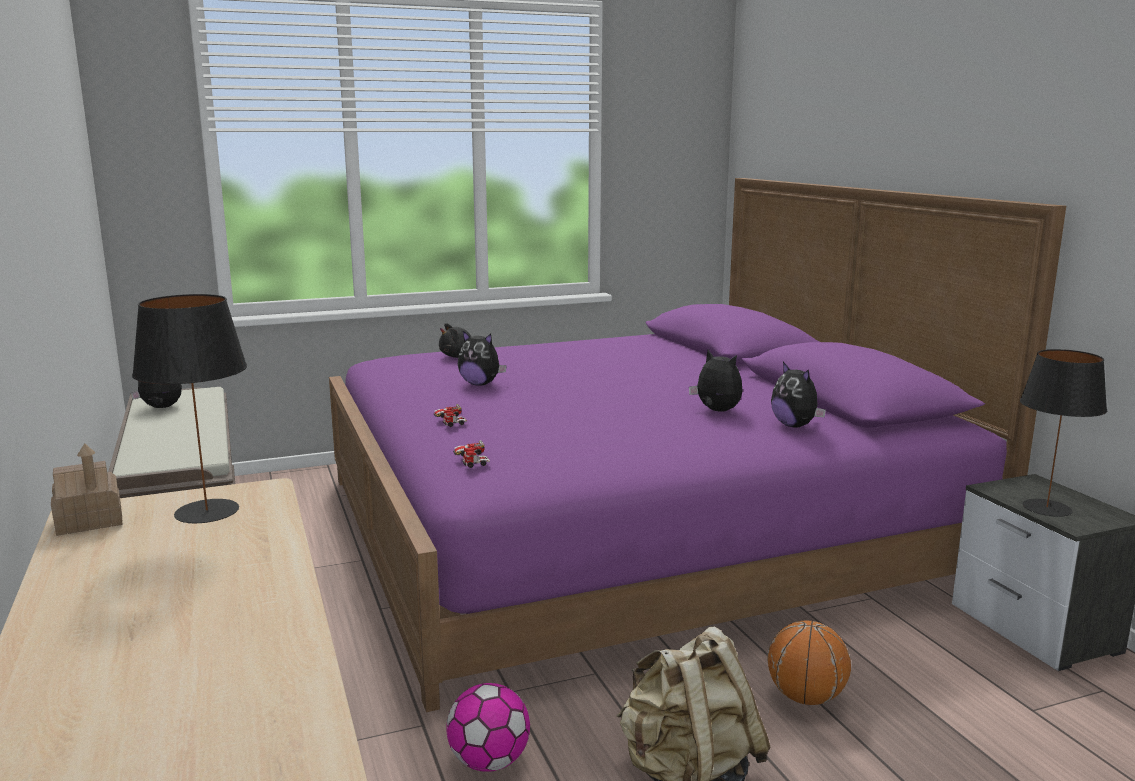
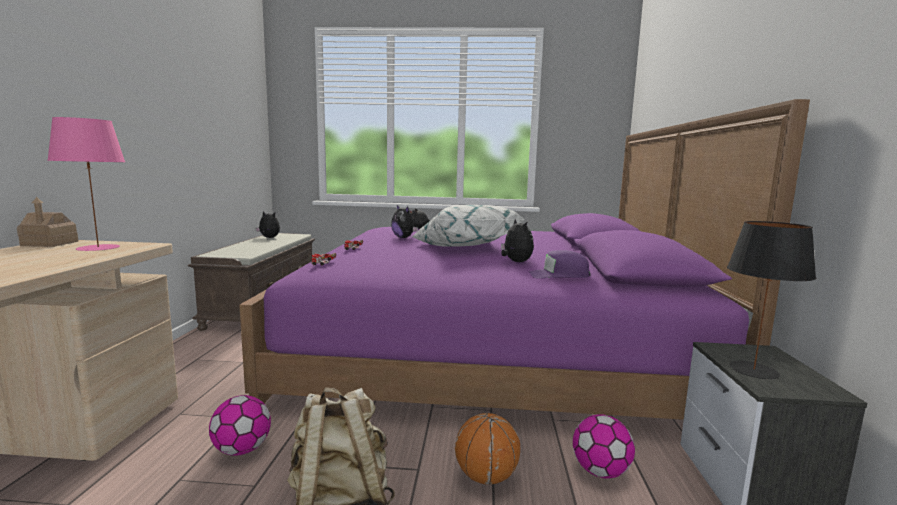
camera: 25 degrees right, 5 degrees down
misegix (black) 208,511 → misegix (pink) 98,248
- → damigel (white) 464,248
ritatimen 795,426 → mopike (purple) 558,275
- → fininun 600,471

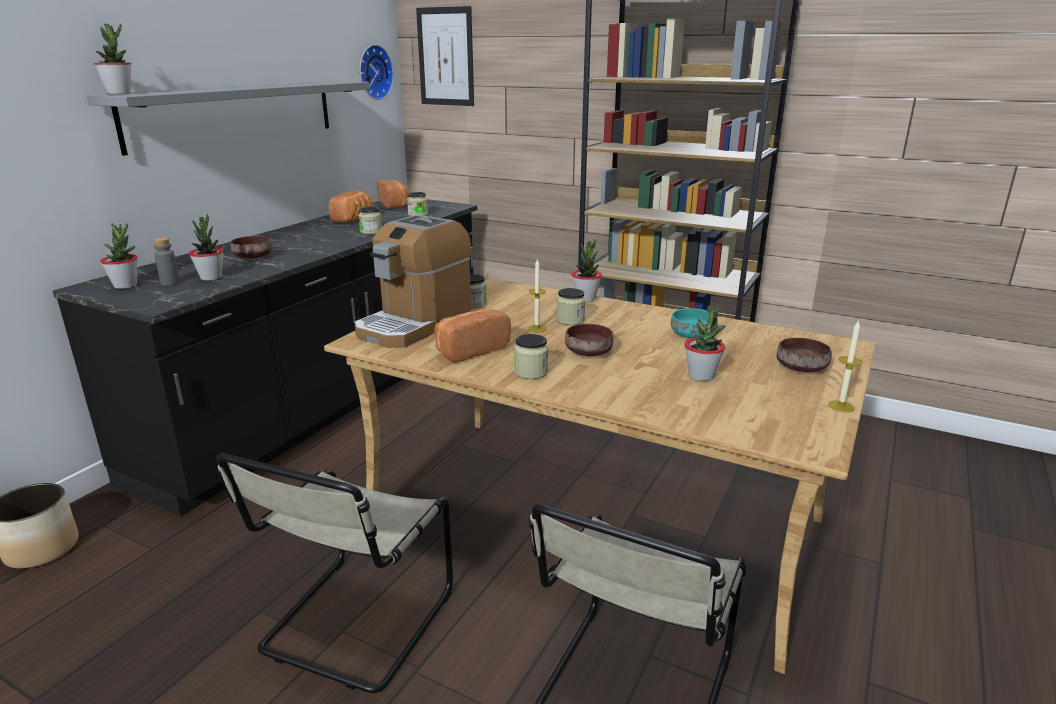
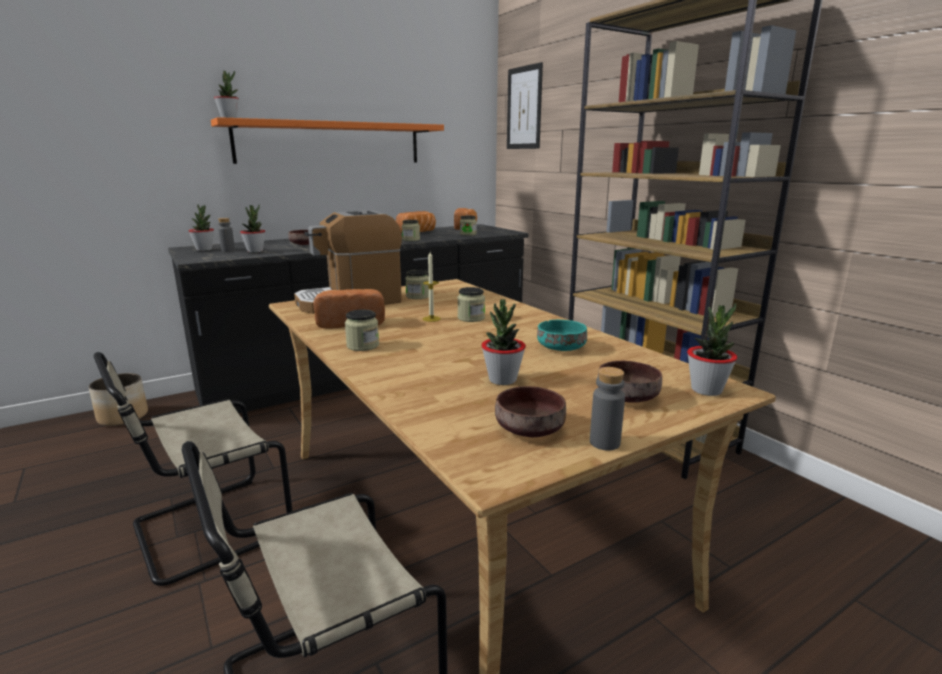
camera: 30 degrees right, 5 degrees down
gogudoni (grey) 235,113 → gogudoni (orange) 331,143
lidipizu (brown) 590,352 → lidipizu (brown) 531,429, relocated
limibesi 841,406 → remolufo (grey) 604,443
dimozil 585,298 → dimozil 706,390, relocated
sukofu 373,72 → -

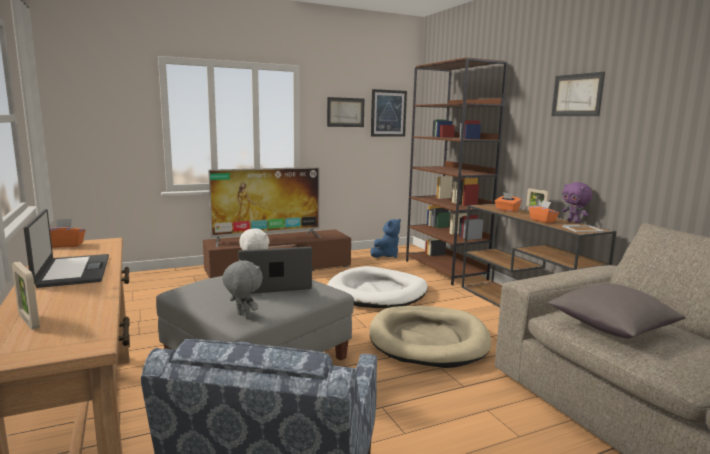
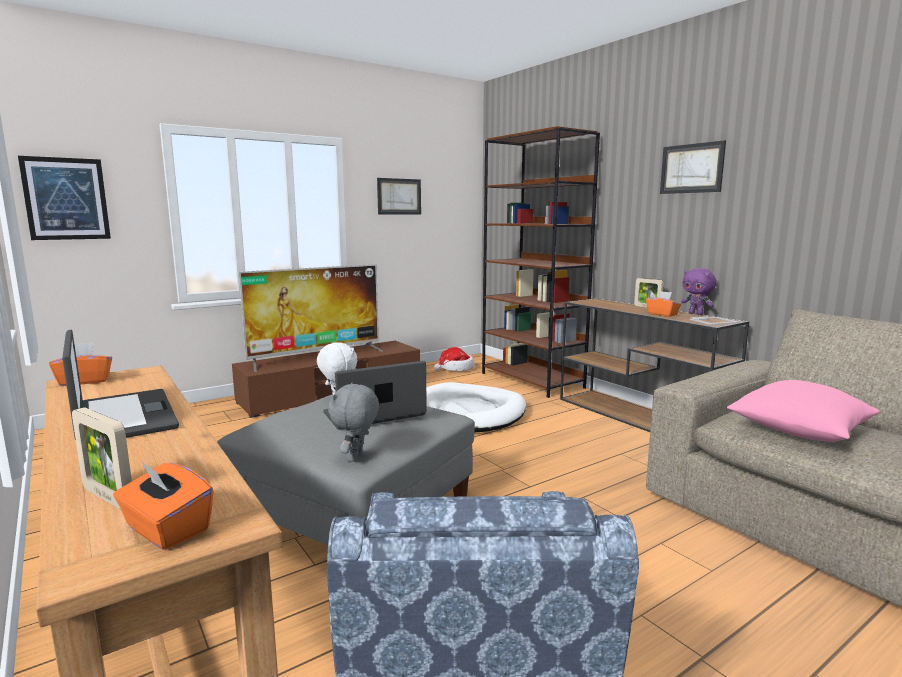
camera: 10 degrees left, 0 degrees up
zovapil 388,113 → zovapil 66,199, relocated
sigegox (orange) 507,210 → sigegox (orange) 166,529, relocated
ritatimen (grey) 243,316 → ritatimen (grey) 356,458, 105 degrees counterclockwise
ritatimen (blue) 386,255 → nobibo 456,368
damigel (grey) 611,328 → damigel (pink) 798,431
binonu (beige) 428,340 → -

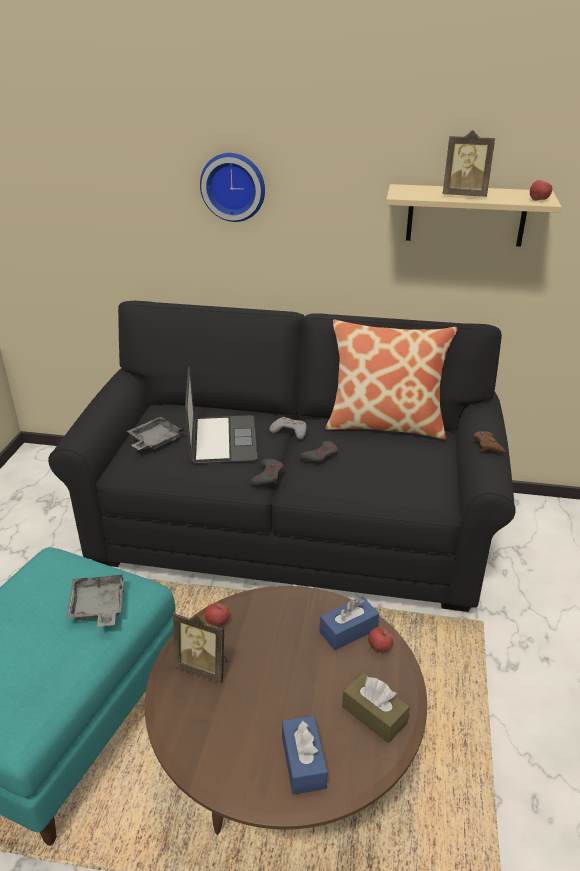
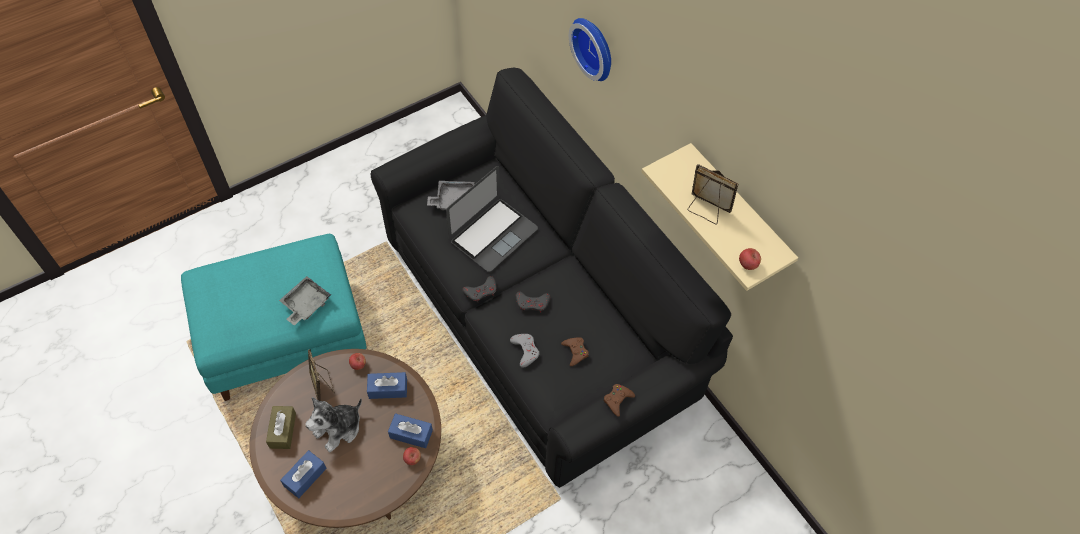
camera: 45 degrees right, 25 degrees up
sigegox (brown) 374,714 → sigegox (brown) 283,430, relocated
- → ritatimen 339,429
- → sigegox (blue) 388,389
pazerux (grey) 289,431 → pazerux (grey) 525,350, relocated
- → pazerux (brown) 575,352
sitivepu 464,195 → sitivepu 706,210, 150 degrees clockwise
damigel 385,424 → -

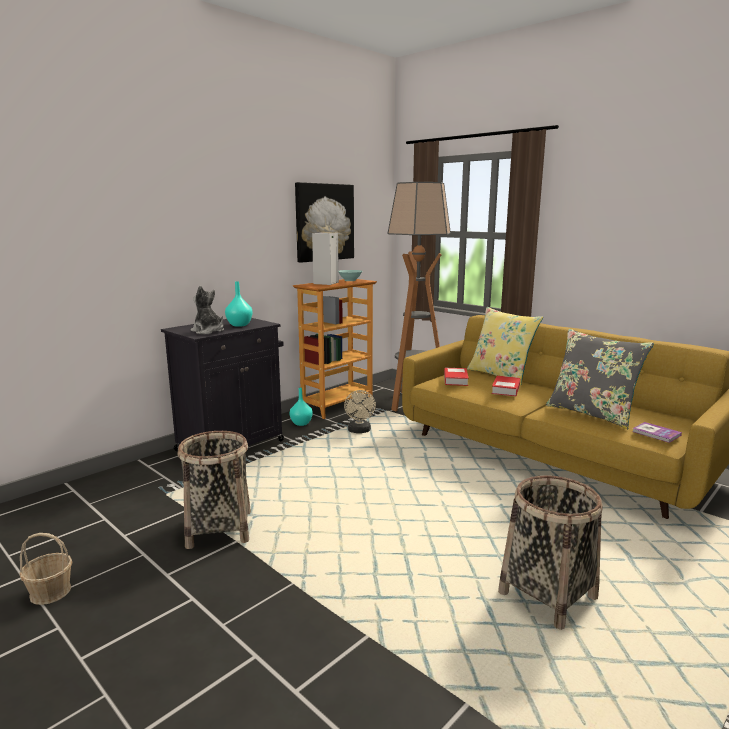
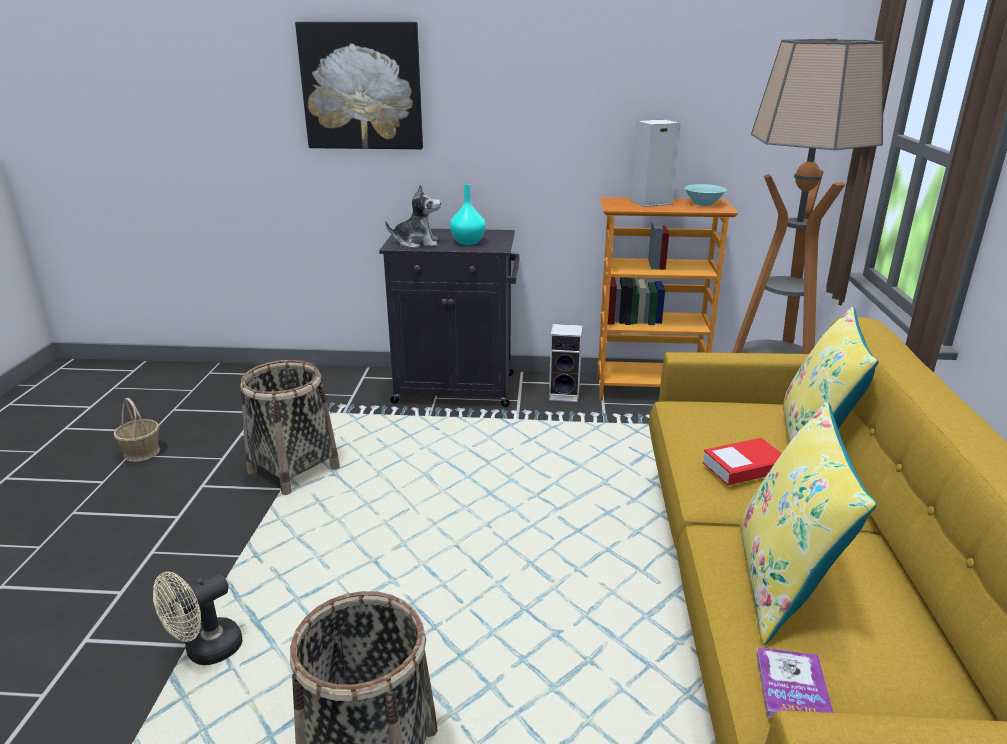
camera: 50 degrees right, 10 degrees up
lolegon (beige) 359,431 → lolegon (beige) 205,651, relocated
zovapil 324,222 → zovapil 362,86, relocated
ritatimen 208,331 → ritatimen 417,243, 90 degrees clockwise
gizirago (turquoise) 301,423 → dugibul 565,394
damigel (grey) 592,413 → damigel (yellow) 783,583
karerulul 455,380 → -

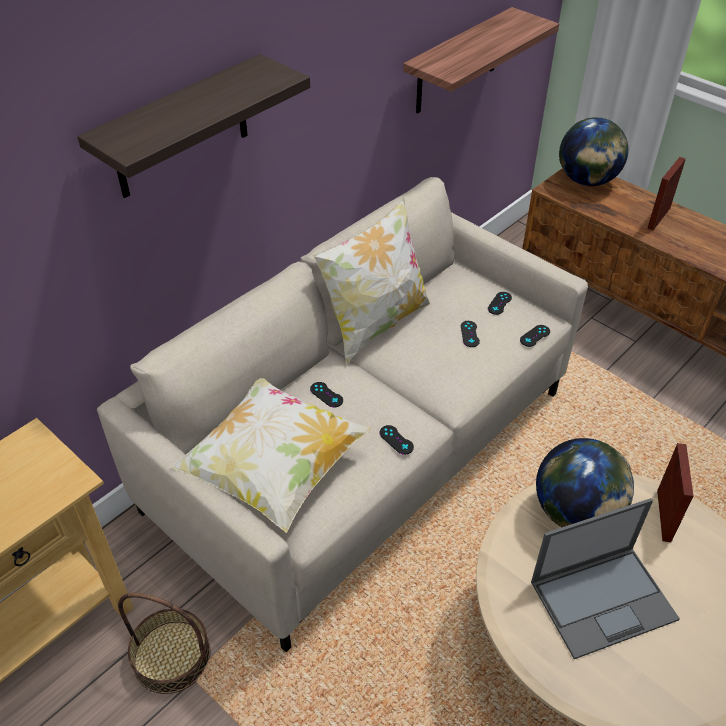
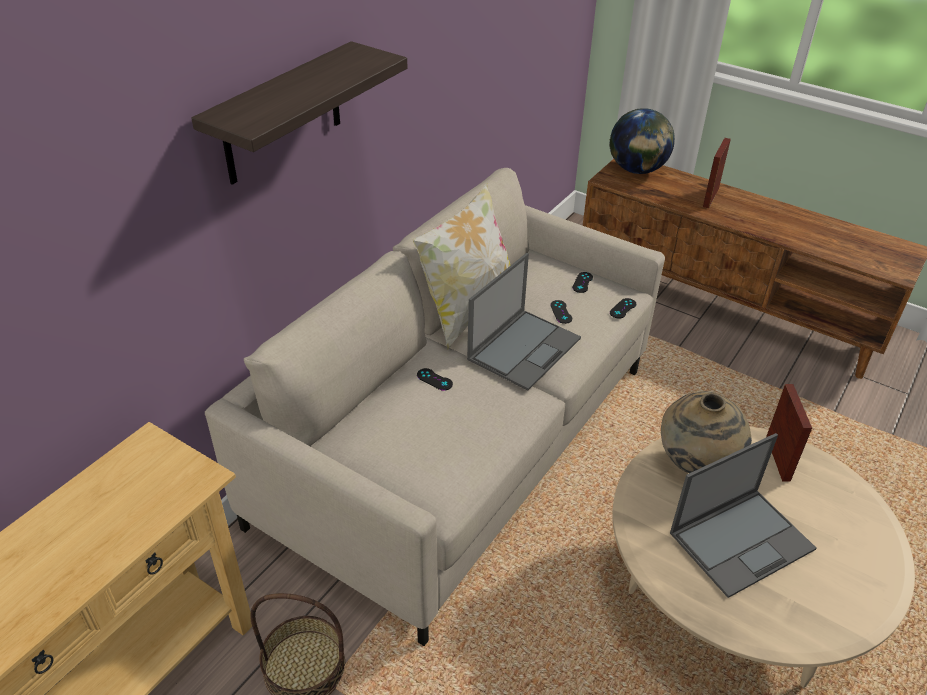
camera: 10 degrees left, 5 degrees down
- → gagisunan 524,348
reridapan 575,513 → gizirago (beige) 696,466
damigel 274,470 → -
pazerux (black) 396,440 → -
gogudoni 457,62 → -

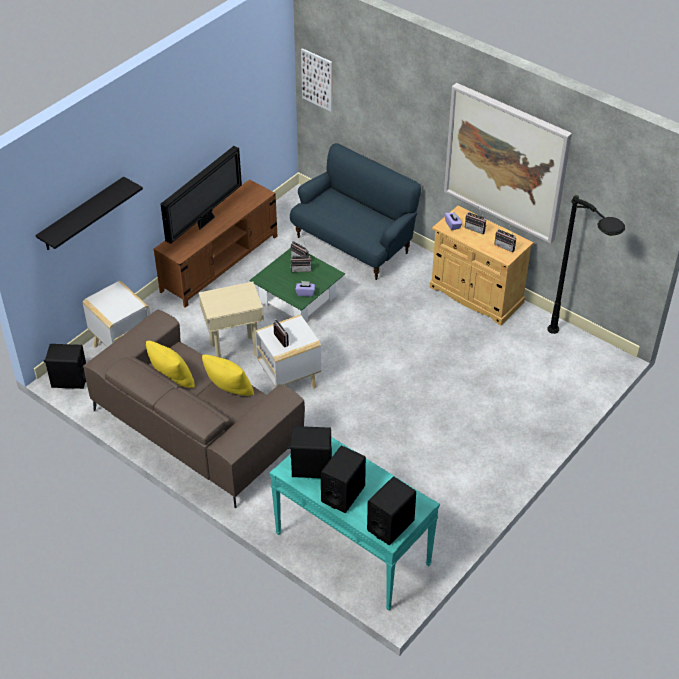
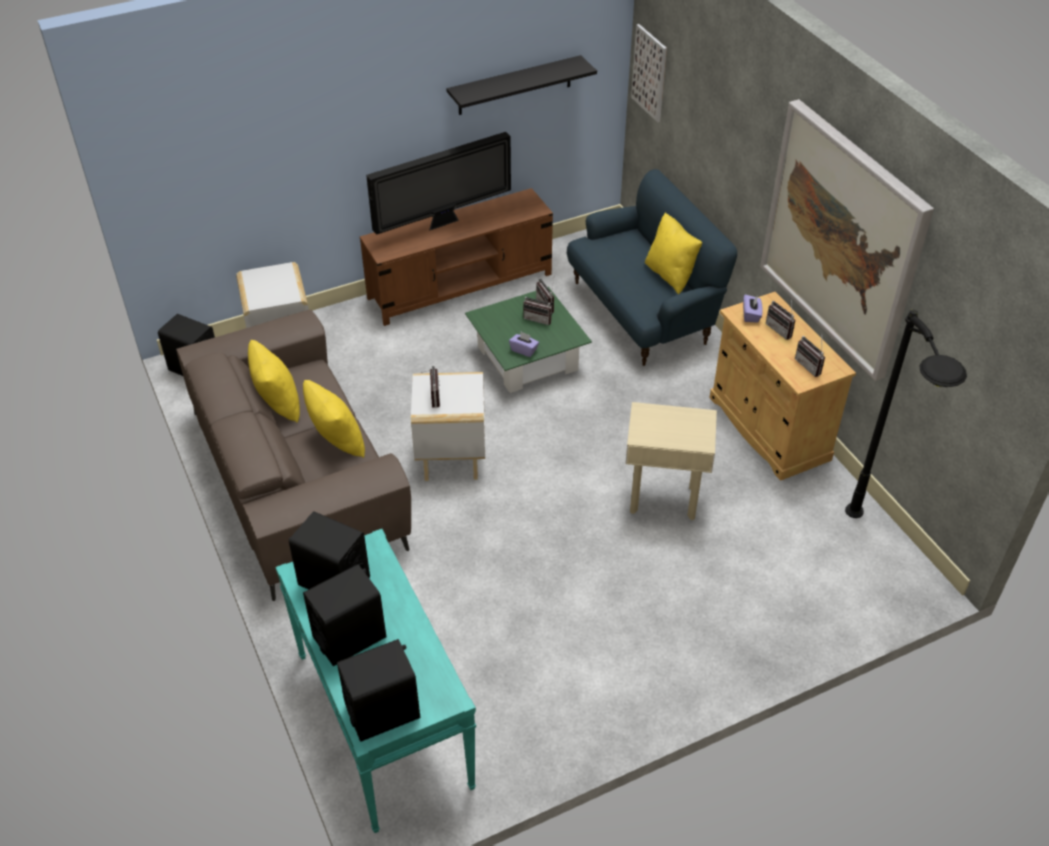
camera: 25 degrees right, 0 degrees up
gogudoni (black) 82,214 → gogudoni (black) 515,85, relocated
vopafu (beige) 235,350 → vopafu (beige) 663,499, relocated
- → damigel (yellow) 670,275

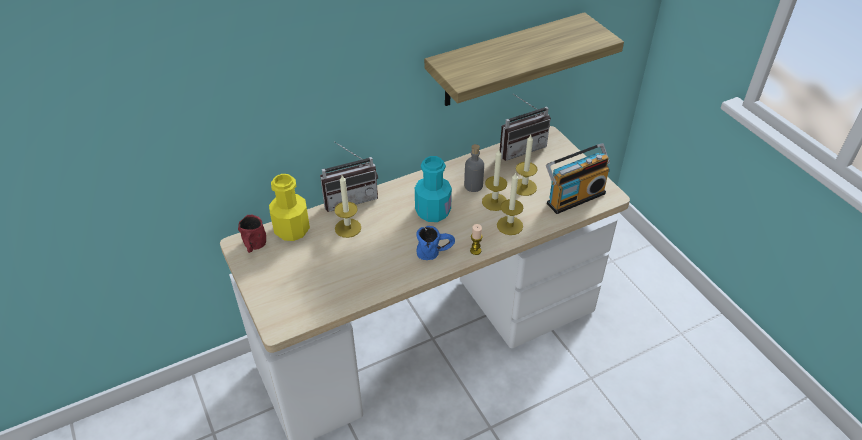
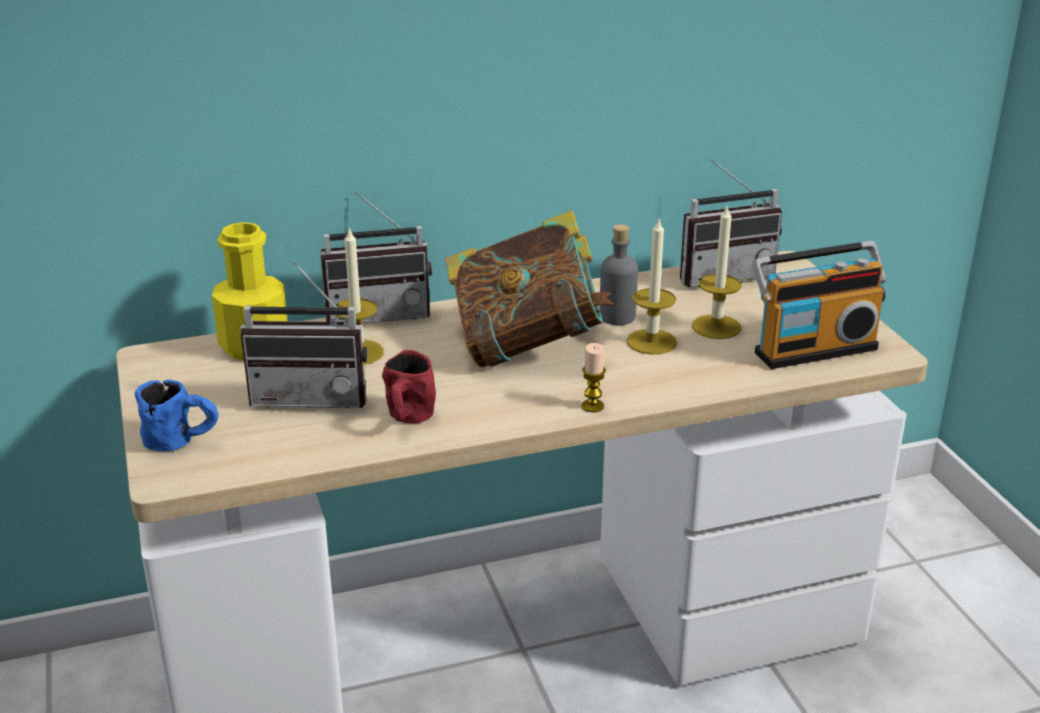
camera: 10 degrees right, 15 degrees down
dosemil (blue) 435,252 → dosemil (blue) 183,441, relocated
- → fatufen 312,396
dosemil (red) 254,247 → dosemil (red) 408,420, relocated
remolufo (turquoise) 433,211 → karerulul 527,345
gogudoni 505,61 → -
limibesi 509,225 → -

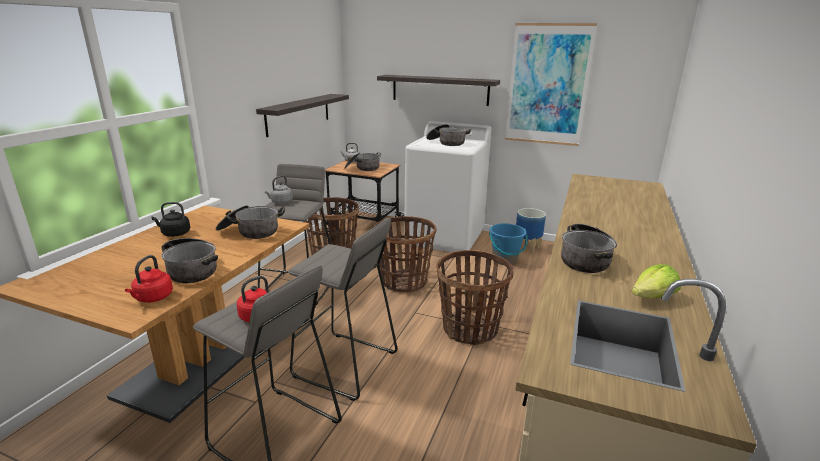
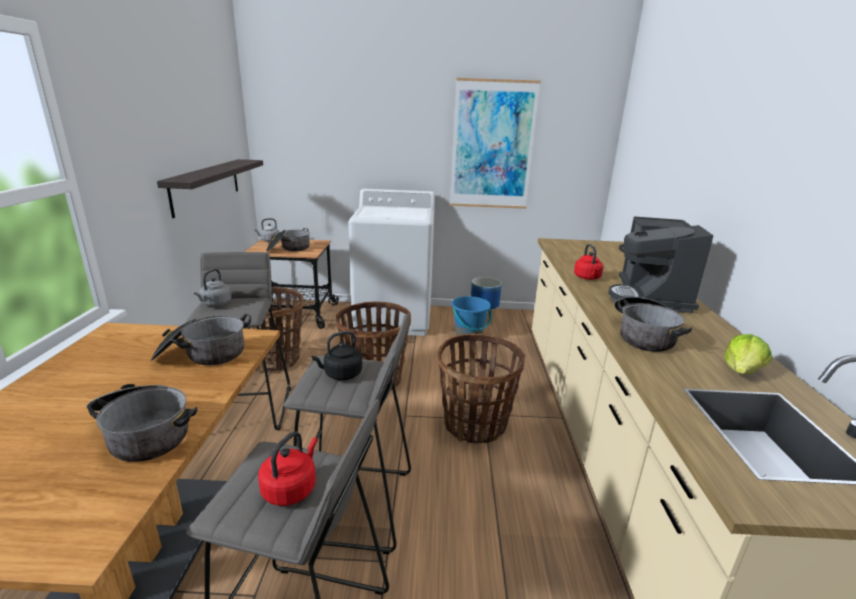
camera: 20 degrees left, 0 degrees up
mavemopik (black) 174,234 → mavemopik (black) 341,374, relocated
mavemopik (red) 153,298 → mavemopik (red) 587,278, relocated
- → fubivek 650,297
gogudoni 440,90 → -
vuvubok 446,142 → -

